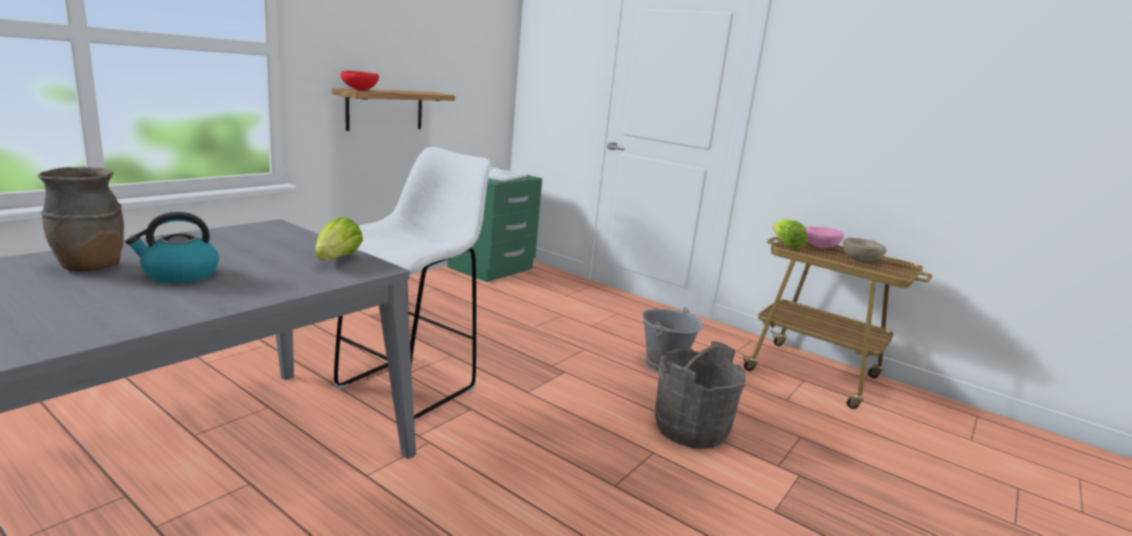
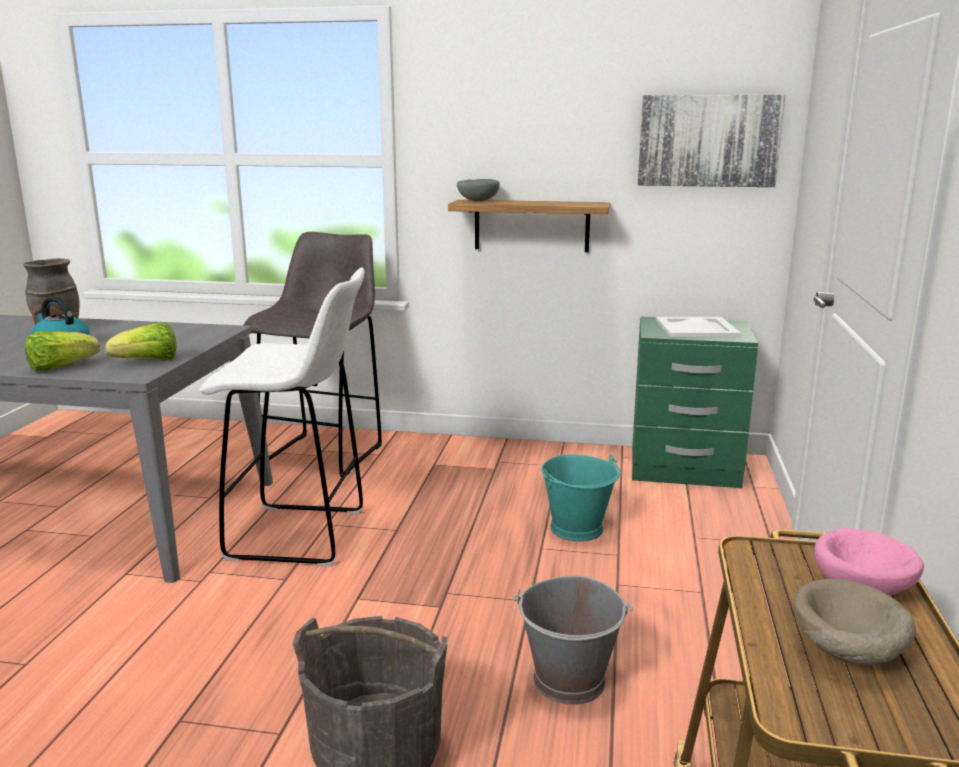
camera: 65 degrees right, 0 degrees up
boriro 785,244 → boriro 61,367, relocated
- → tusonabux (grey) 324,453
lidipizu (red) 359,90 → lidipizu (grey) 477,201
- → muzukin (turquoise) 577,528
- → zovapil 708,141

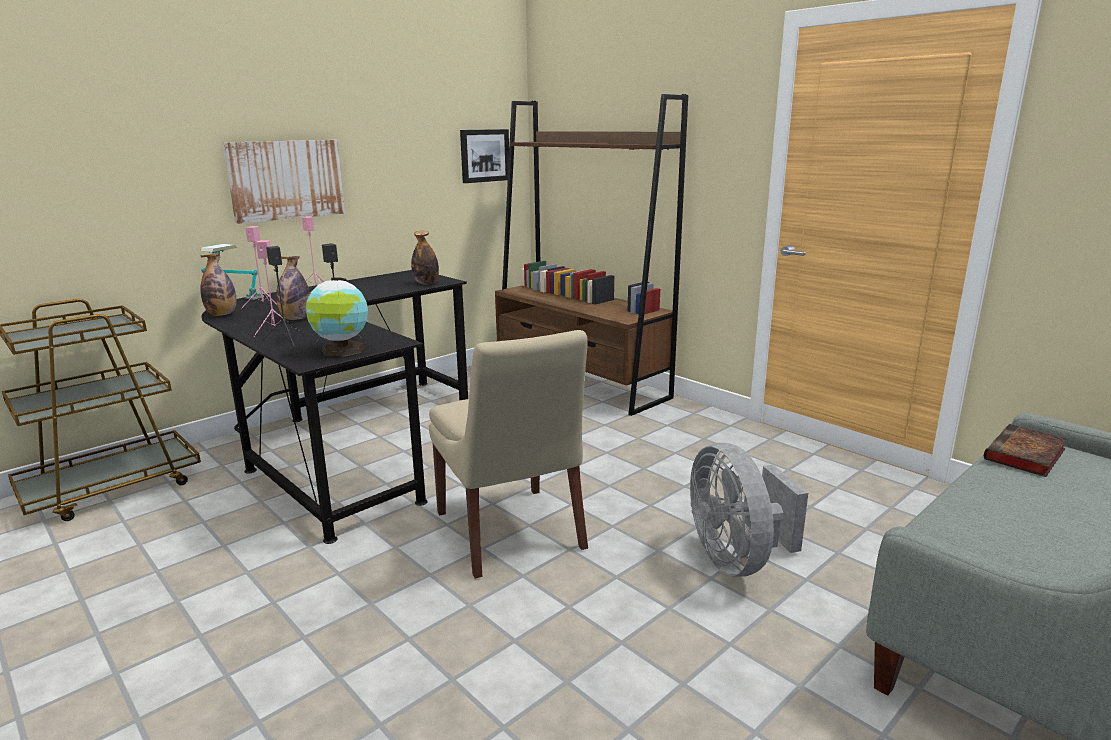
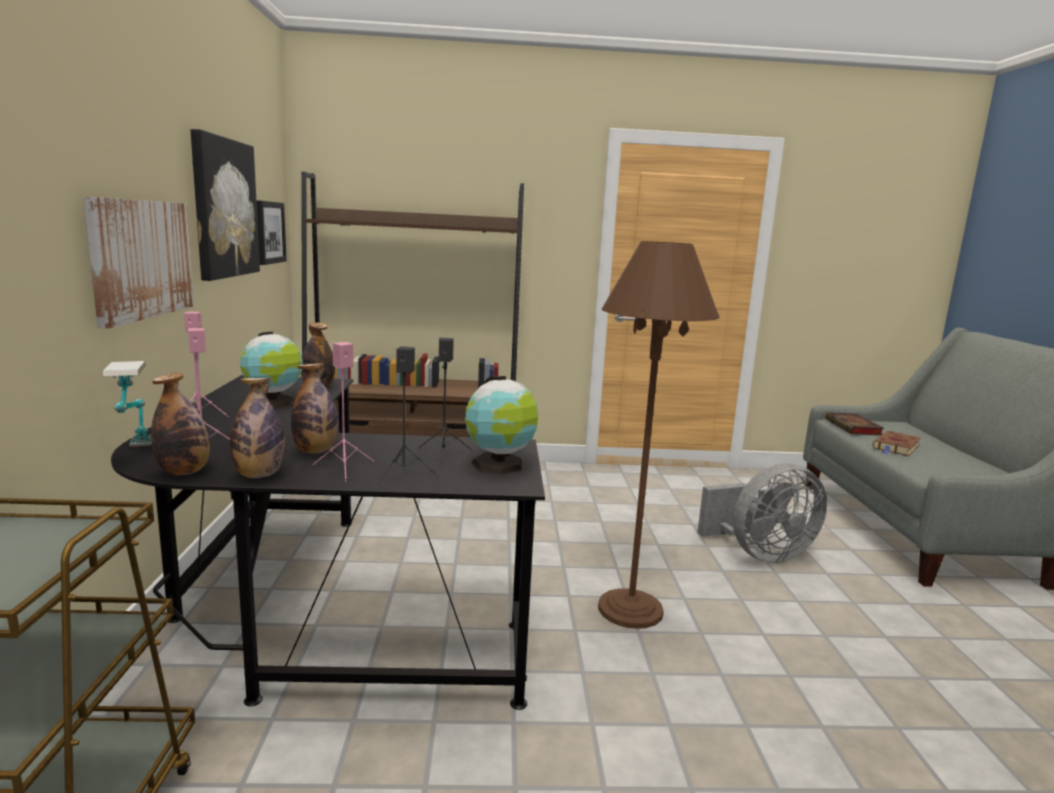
camera: 50 degrees left, 5 degrees down
- → zovapil 224,208
- → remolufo 259,475
- → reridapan 273,402
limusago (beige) 511,533 → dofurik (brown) 630,609
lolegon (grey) 736,559 → lolegon (grey) 761,554, 45 degrees counterclockwise
- → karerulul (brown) 896,447

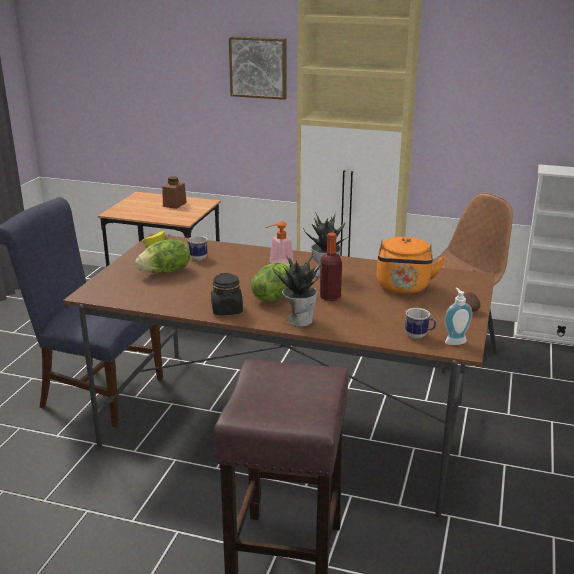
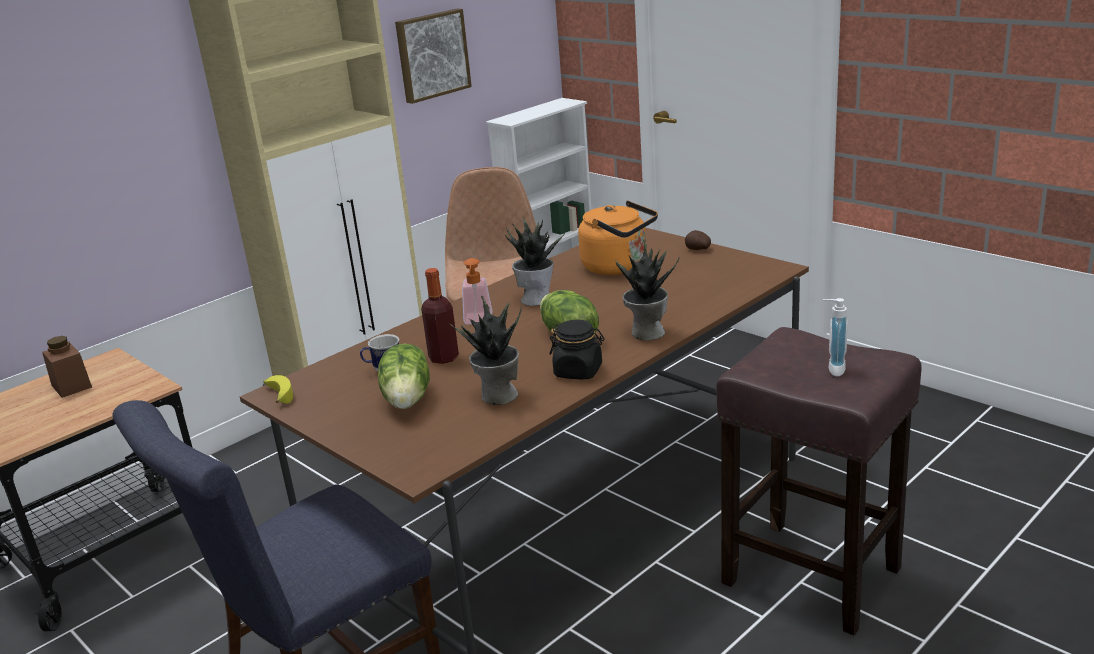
camera: 60 degrees left, 0 degrees up
zovapil 259,67 → zovapil 431,55, relocated
remolufo 330,297 → remolufo 443,358, relocated
- → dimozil 498,396
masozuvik 454,341 → masozuvik 832,369, relocated
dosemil 419,336 → -

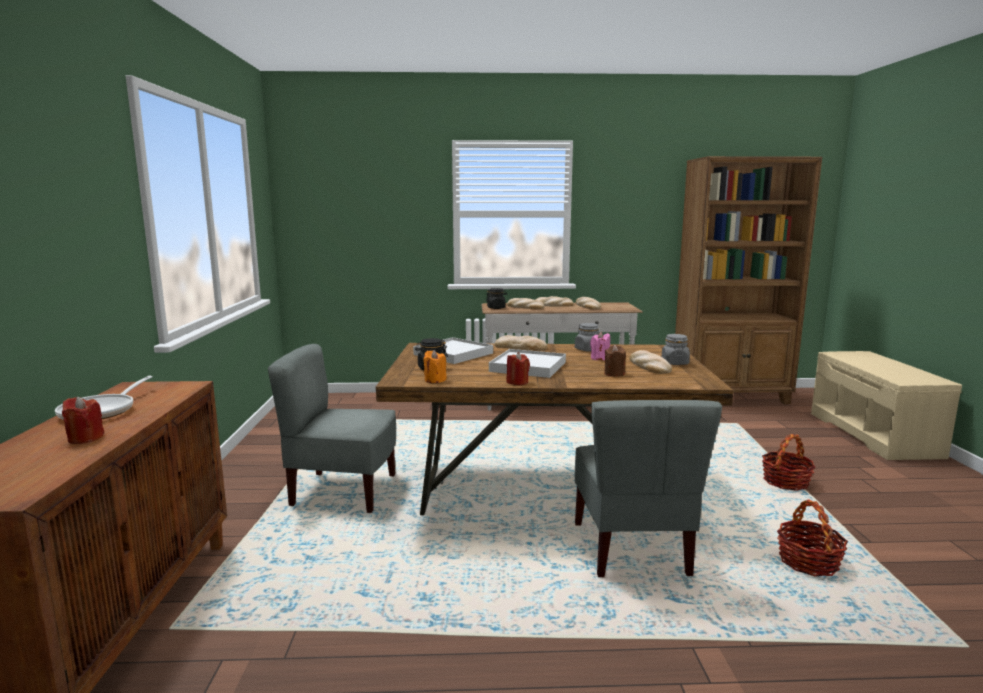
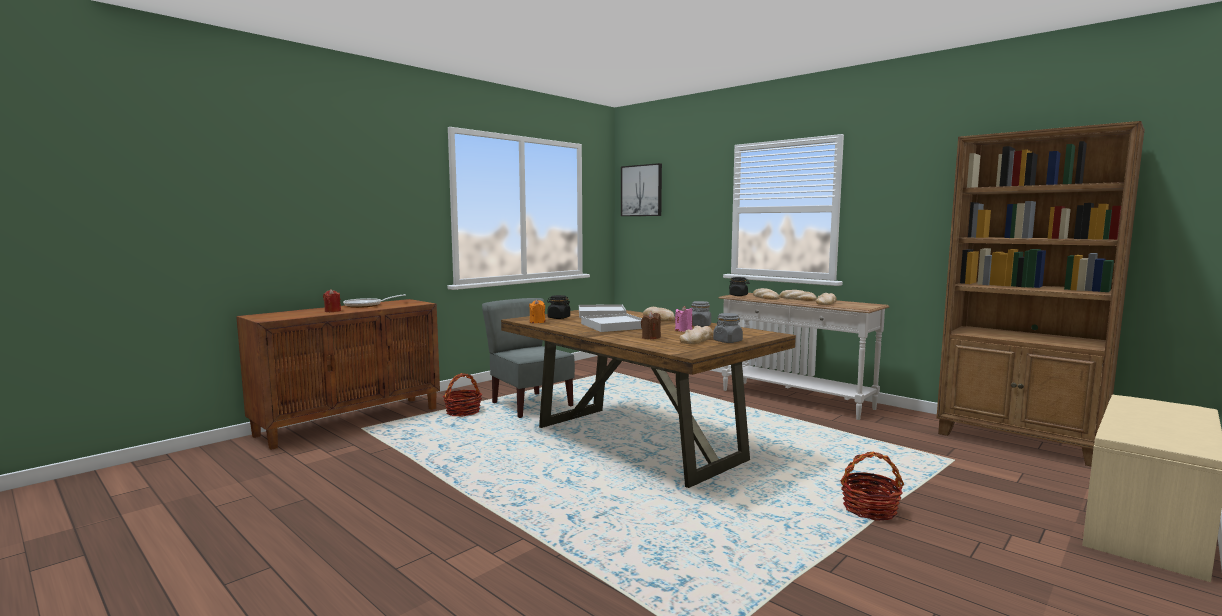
camera: 45 degrees right, 5 degrees down
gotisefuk 808,562 → gotisefuk 463,412, relocated
- → zovapil 641,190
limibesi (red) 517,382 → -
limusago (grey) 632,549 → -

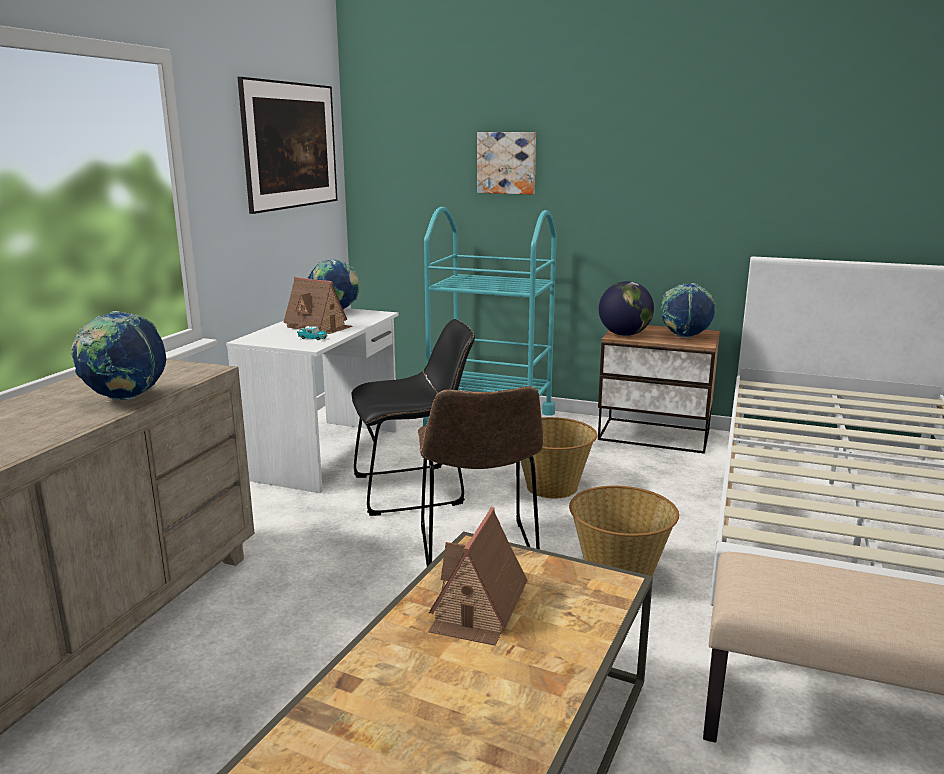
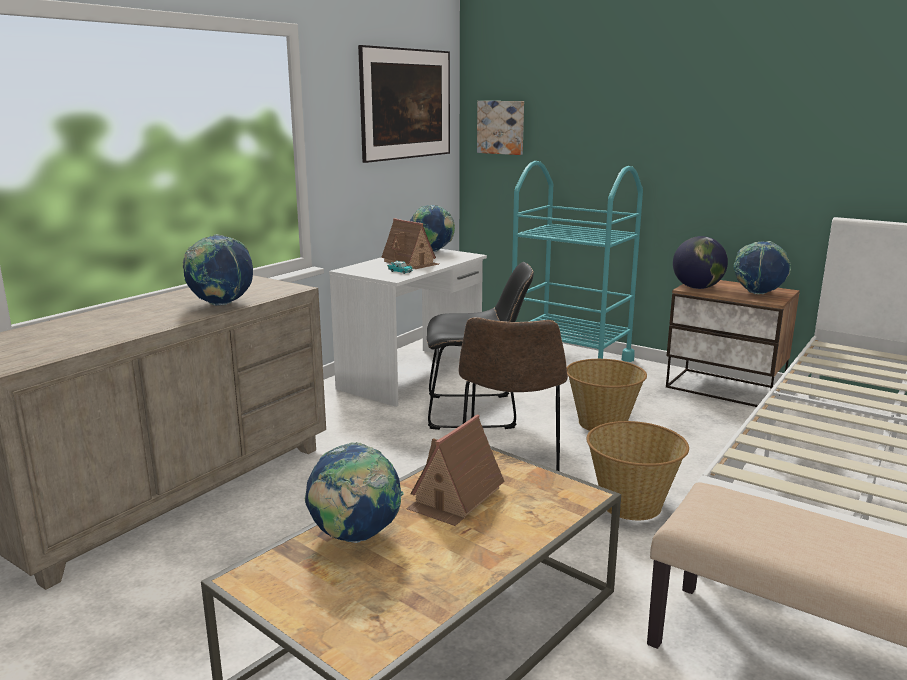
camera: 15 degrees right, 0 degrees up
- → reridapan 354,537
zovapil 507,163 → zovapil 501,127, relocated

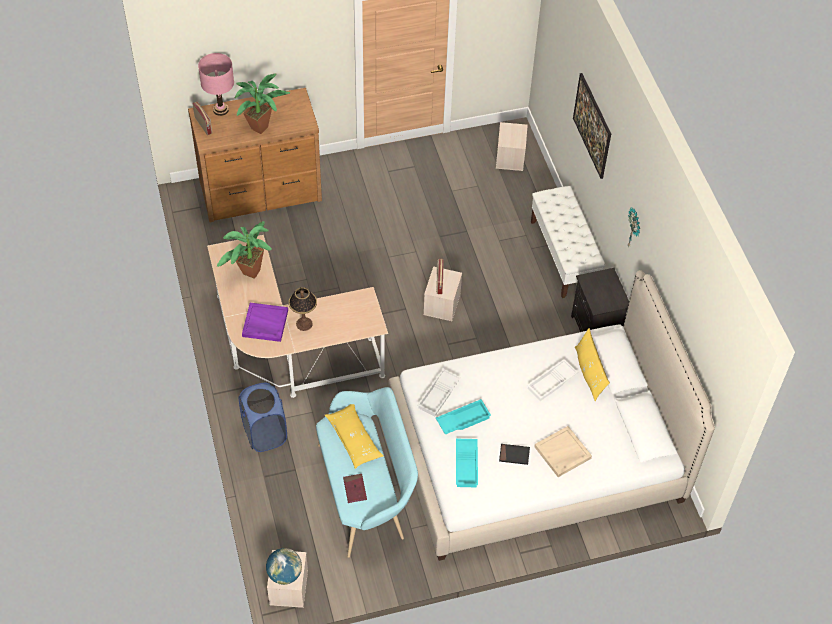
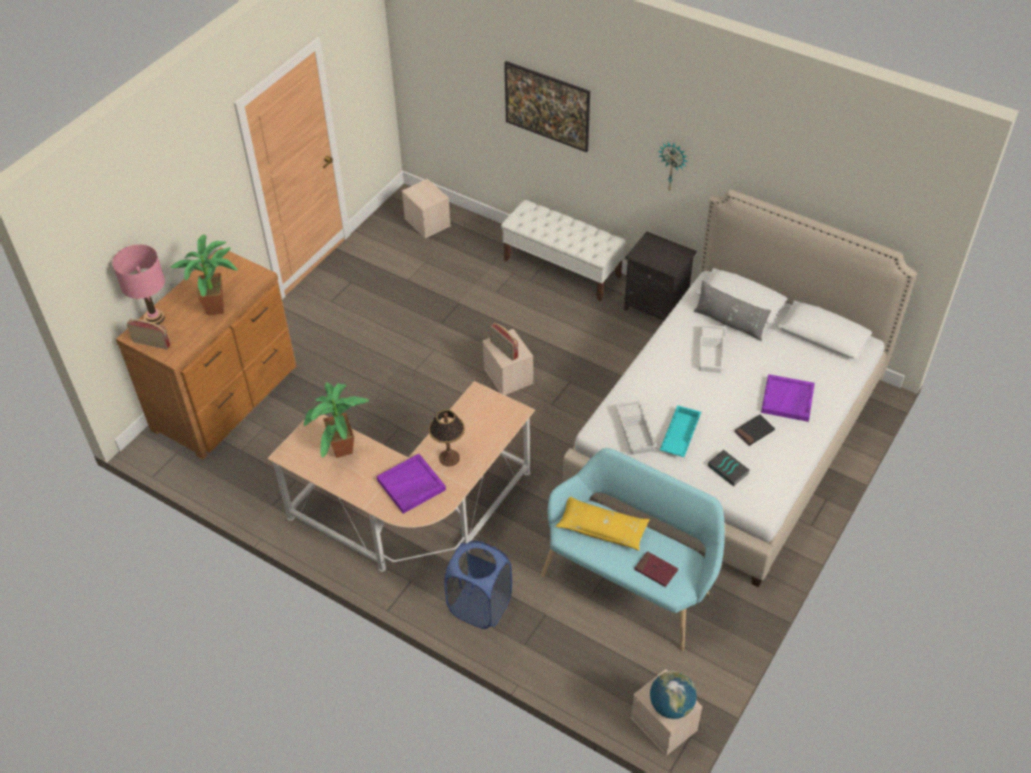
camera: 40 degrees left, 5 degrees down
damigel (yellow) 589,373 → damigel (grey) 729,323
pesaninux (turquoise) 467,465 → karerulul 729,469
pesaninux (beige) 562,453 → pesaninux (purple) 788,400

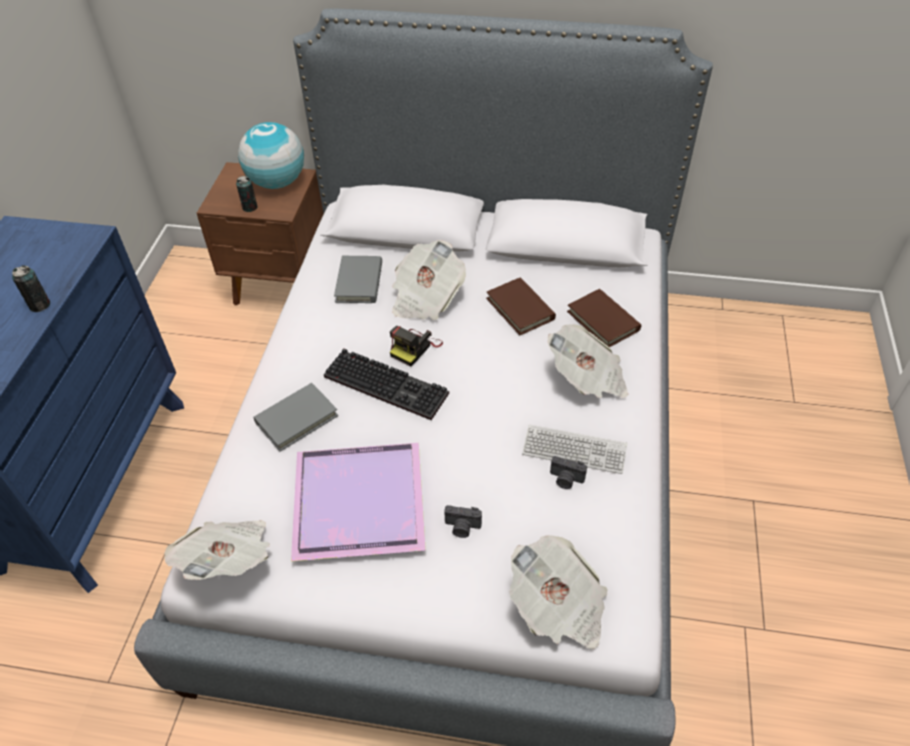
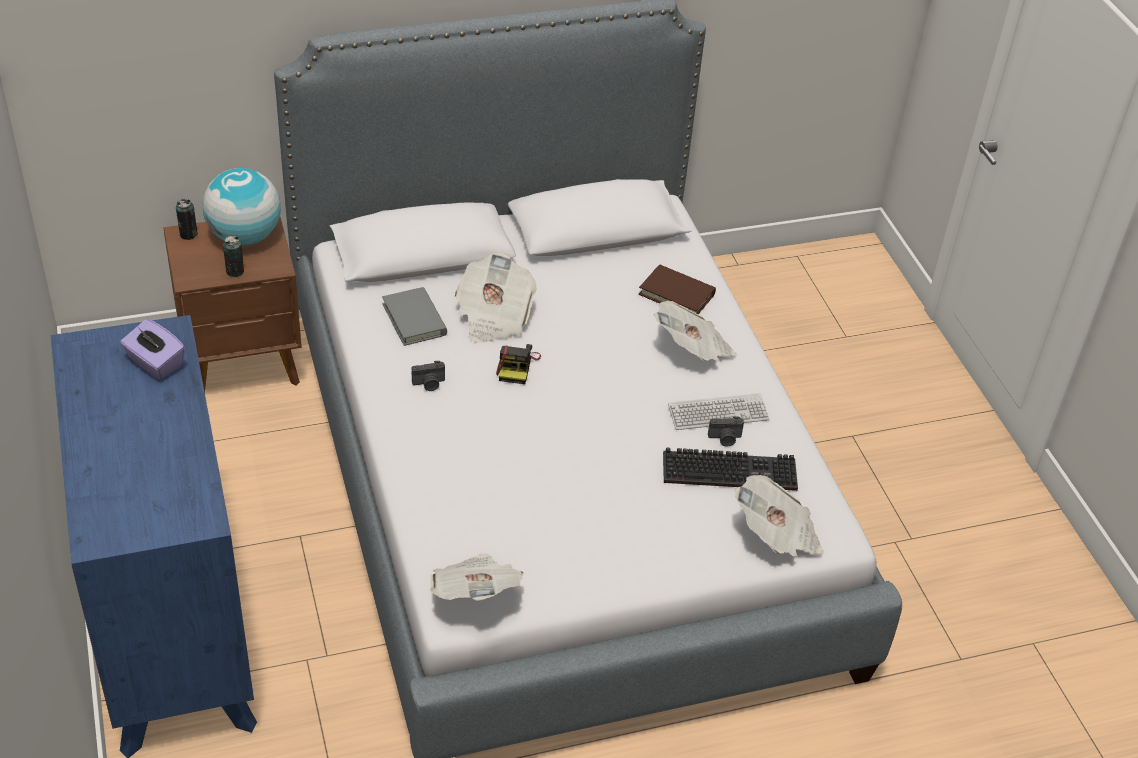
camera: 30 degrees left, 5 degrees down
- → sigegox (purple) 155,363
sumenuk 40,305 → sumenuk 188,234, relocated
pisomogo 462,527 → pisomogo 429,384, relocated
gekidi 389,384 → gekidi 731,470, relocated
karerulul (grey) 296,419 → -
pesaninux (purple) 356,504 → -
karerulul (brown) 520,309 → -

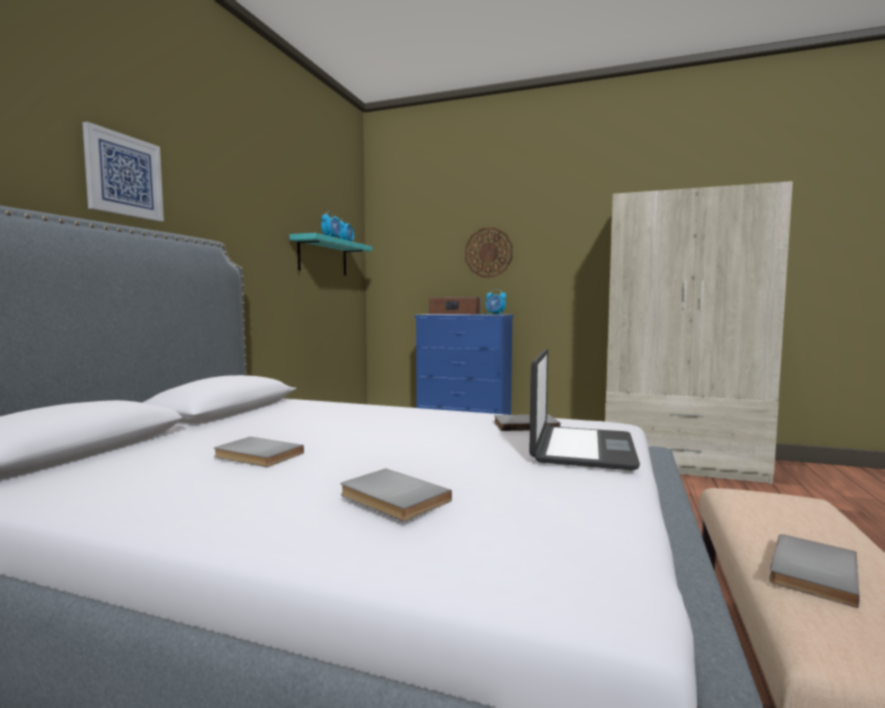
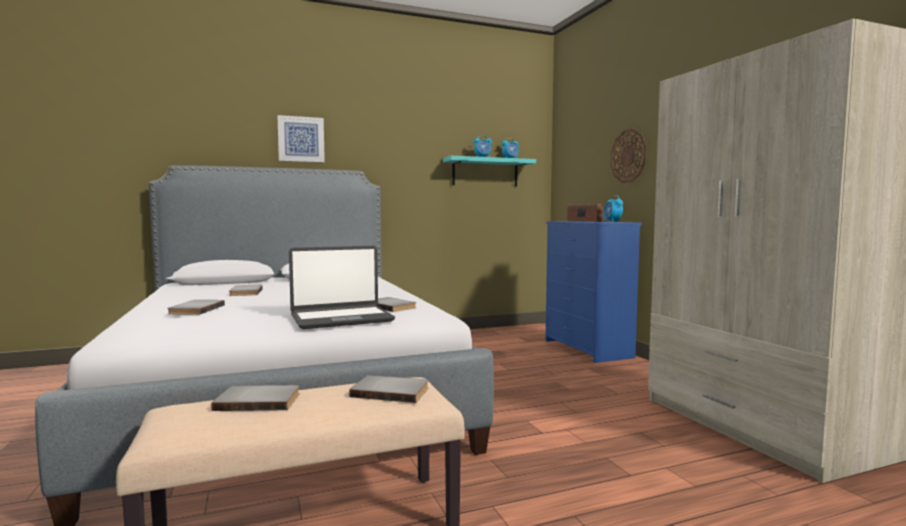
camera: 50 degrees right, 0 degrees up
- → karerulul (grey) 391,391

